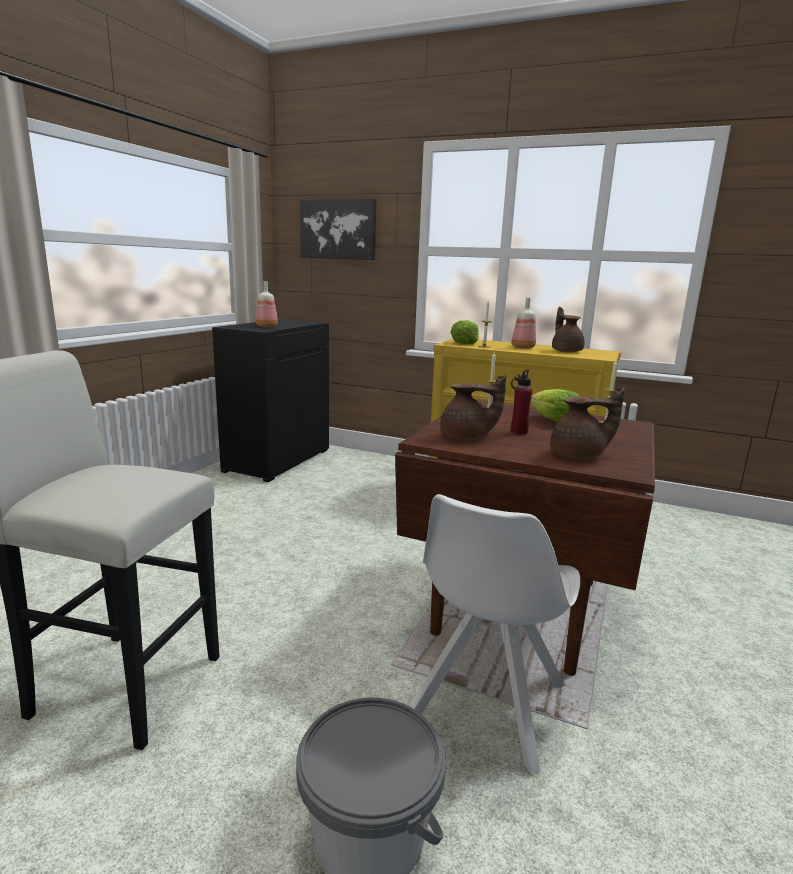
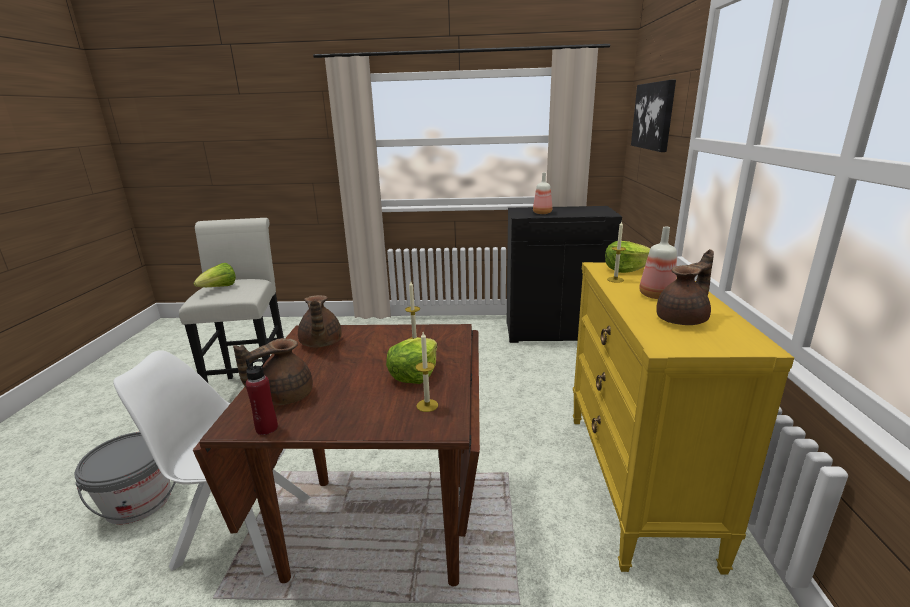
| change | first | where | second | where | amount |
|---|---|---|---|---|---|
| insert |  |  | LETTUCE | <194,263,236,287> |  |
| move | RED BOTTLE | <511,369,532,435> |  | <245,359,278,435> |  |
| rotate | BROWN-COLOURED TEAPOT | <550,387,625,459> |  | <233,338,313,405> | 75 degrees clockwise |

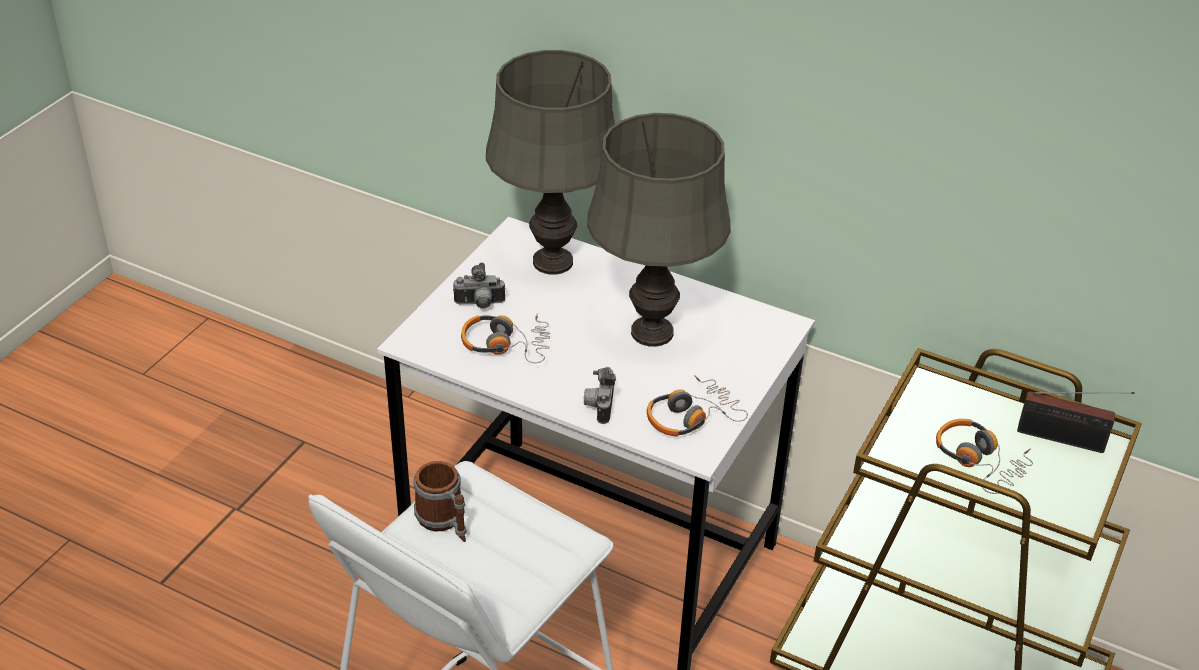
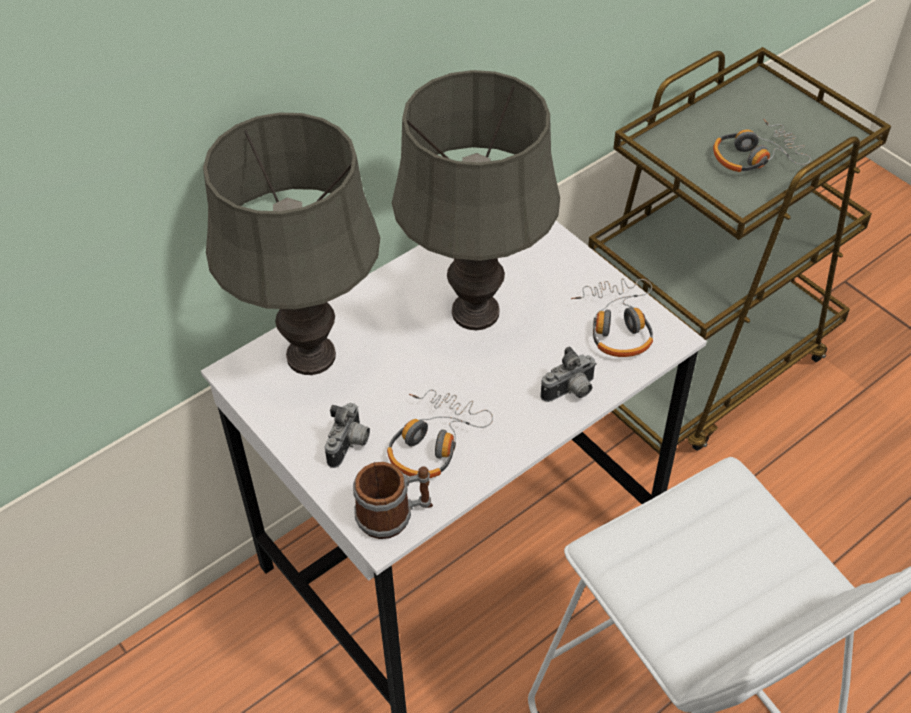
| change | first | where | second | where | amount |
|---|---|---|---|---|---|
| delete | RADIO RECEIVER | <1017,391,1135,453> |  |  |  |
| move | COFFEE MUG | <414,461,466,542> |  | <353,462,433,539> |  |
| rotate | PHOTO CAMERA | <584,367,616,424> |  | <540,346,597,402> | 60 degrees counterclockwise |

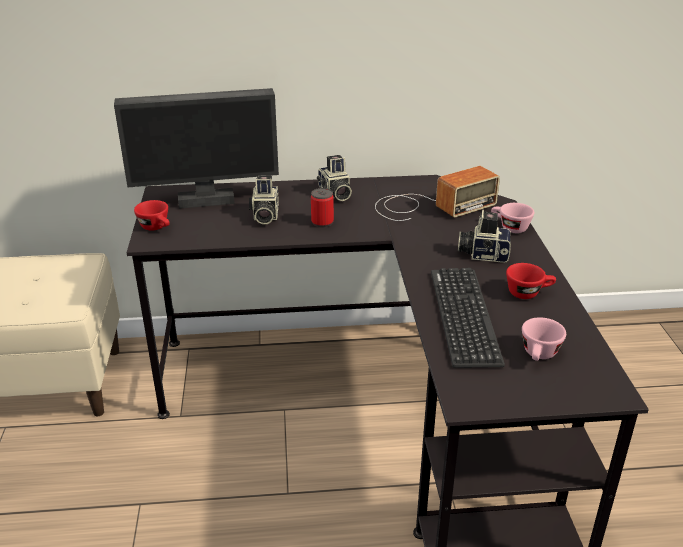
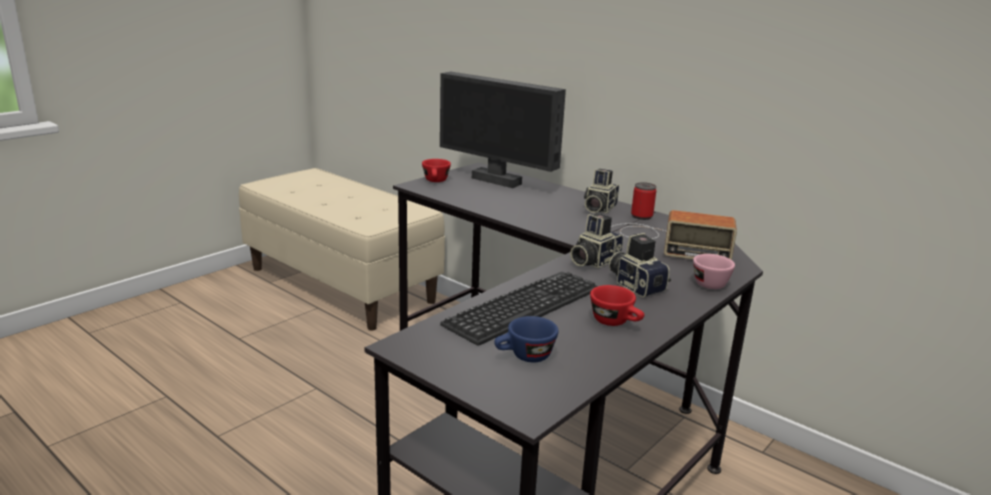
| change | first | where | second | where | amount |
|---|---|---|---|---|---|
| move | PHOTO CAMERA | <249,176,279,225> |  | <570,214,623,268> |  |
| move | CAN | <311,188,334,228> |  | <631,182,656,220> |  |
| recolor | PINKISH SMALL CUP | <522,317,566,361> | BLUISH SMALL CUP | <494,316,559,362> |  |

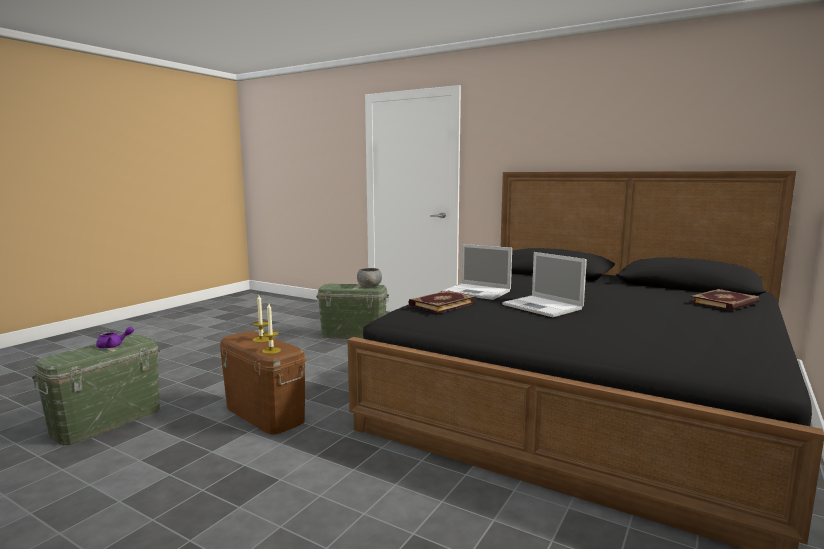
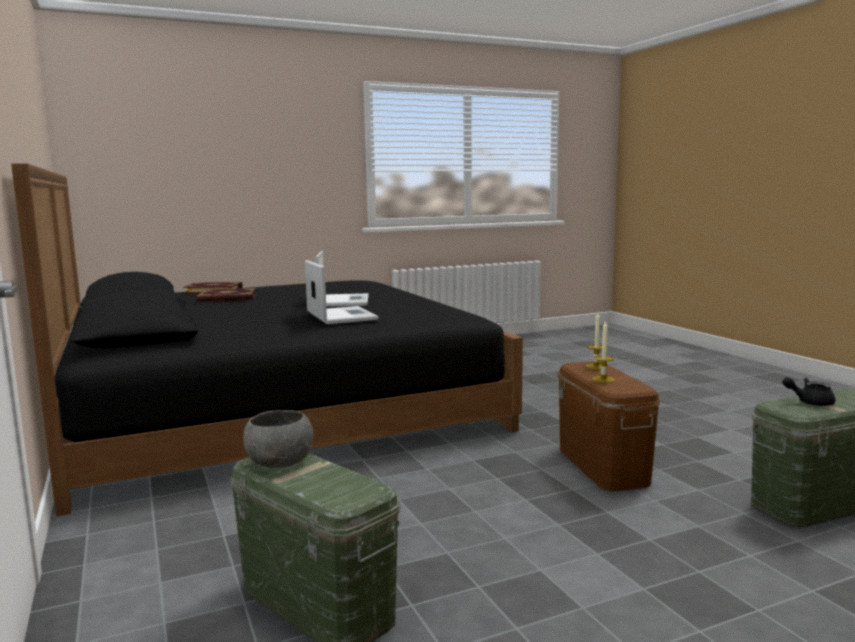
| change | first | where | second | where | amount |
|---|---|---|---|---|---|
| move | BOUND BOOK | <408,291,477,313> |  | <197,288,256,302> |  |
| recolor | PURPLE TEAPOT | <96,327,134,349> | BLACKISH TEAPOT | <782,377,835,406> |  |

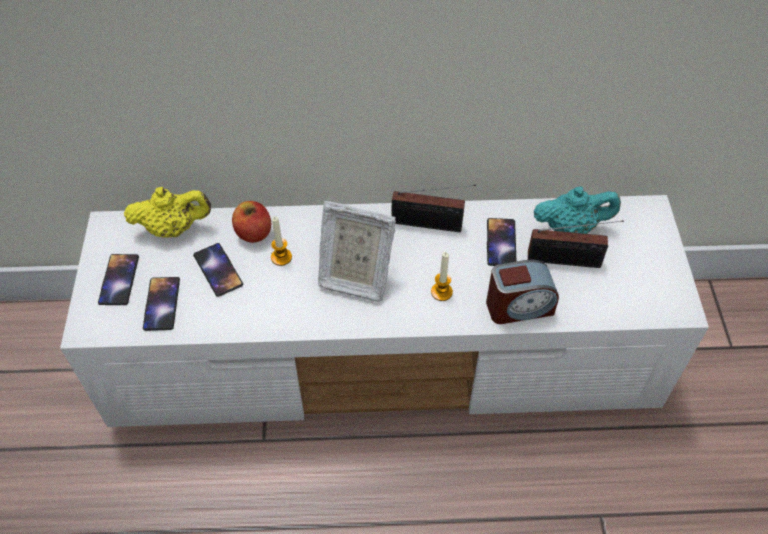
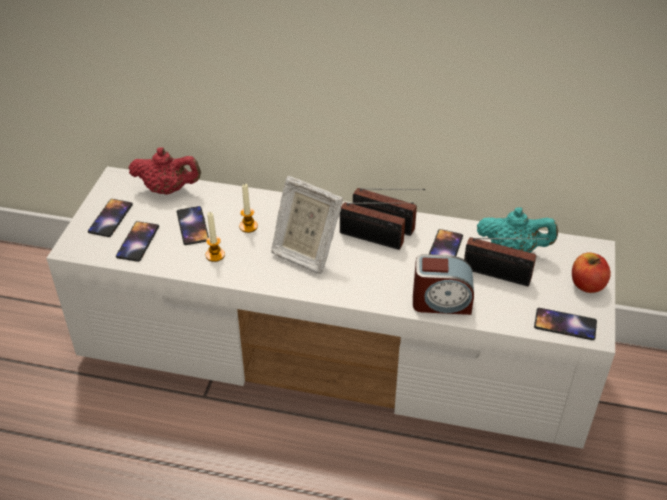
| change | first | where | second | where | amount |
|---|---|---|---|---|---|
| insert |  |  | RADIO RECEIVER | <340,202,414,250> |  |
| insert |  |  | TELEPHONE | <534,308,597,340> |  |
| move | WHOLE APPLE | <232,201,271,243> |  | <572,252,611,293> |  |
| move | WAX CANDLE | <431,252,453,301> |  | <206,212,225,262> |  |
| recolor | YELLOW TEAPOT | <123,187,211,237> | RED TEAPOT | <129,148,201,194> |  |

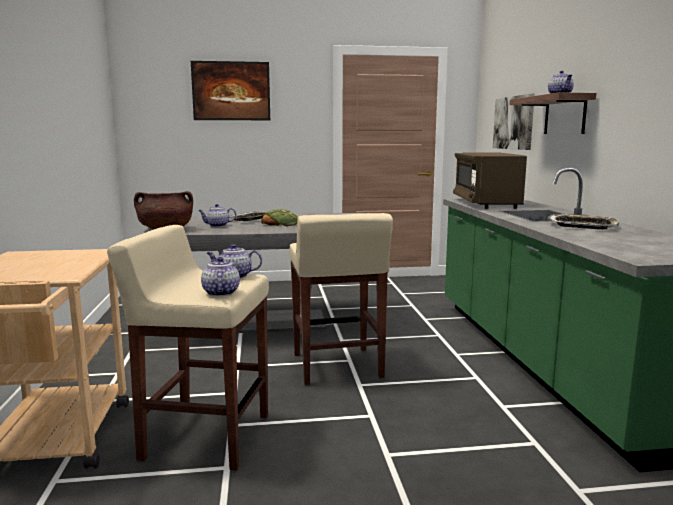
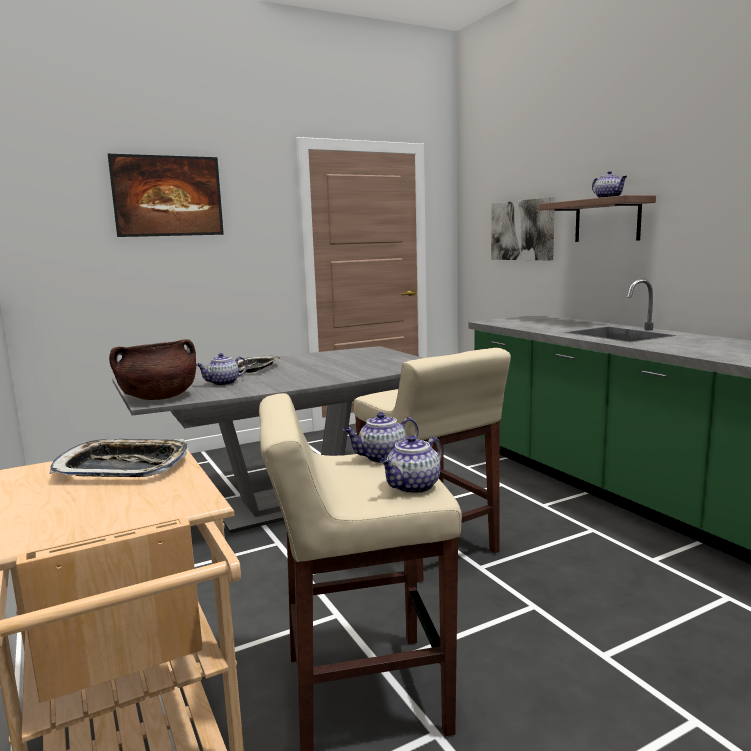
| change | first | where | second | where | amount |
|---|---|---|---|---|---|
| delete | BAKERY BREAD | <261,209,298,226> |  |  |  |
| delete | BROWN-COLOURED KITCHEN MICROWAVE | <453,153,527,209> |  |  |  |
| move | SERVING TRAY | <547,214,620,230> |  | <50,439,189,477> |  |
| rotate | TEAPOT | <201,257,240,296> |  | <380,435,443,494> | 105 degrees counterclockwise |

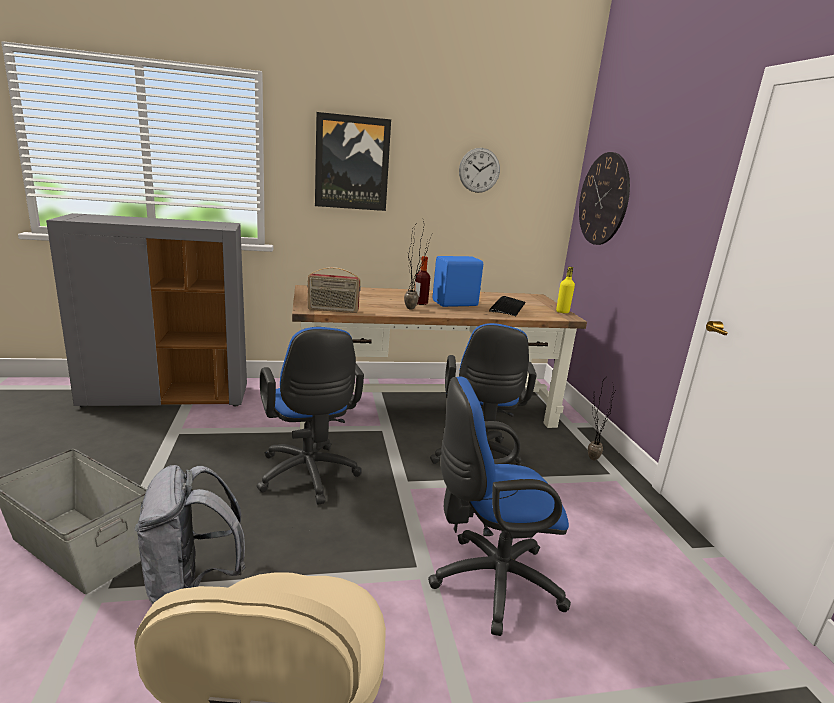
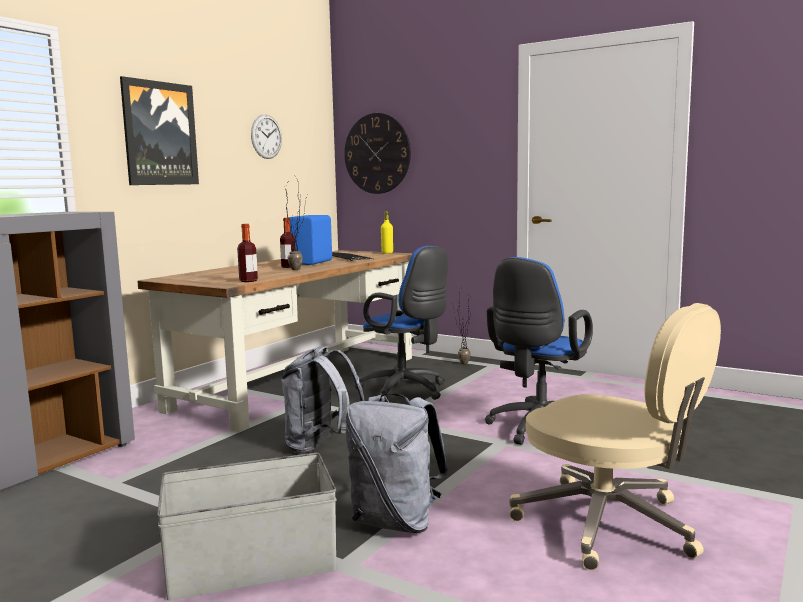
| change | first | where | second | where | amount |
|---|---|---|---|---|---|
| replace | BLUISH COMPUTER CHAIR | <256,327,364,505> | GREYISH KNAPSACK | <281,346,364,453> |  |
| replace | RADIO RECEIVER | <308,267,361,313> | BOTTLE | <237,224,258,282> |  |

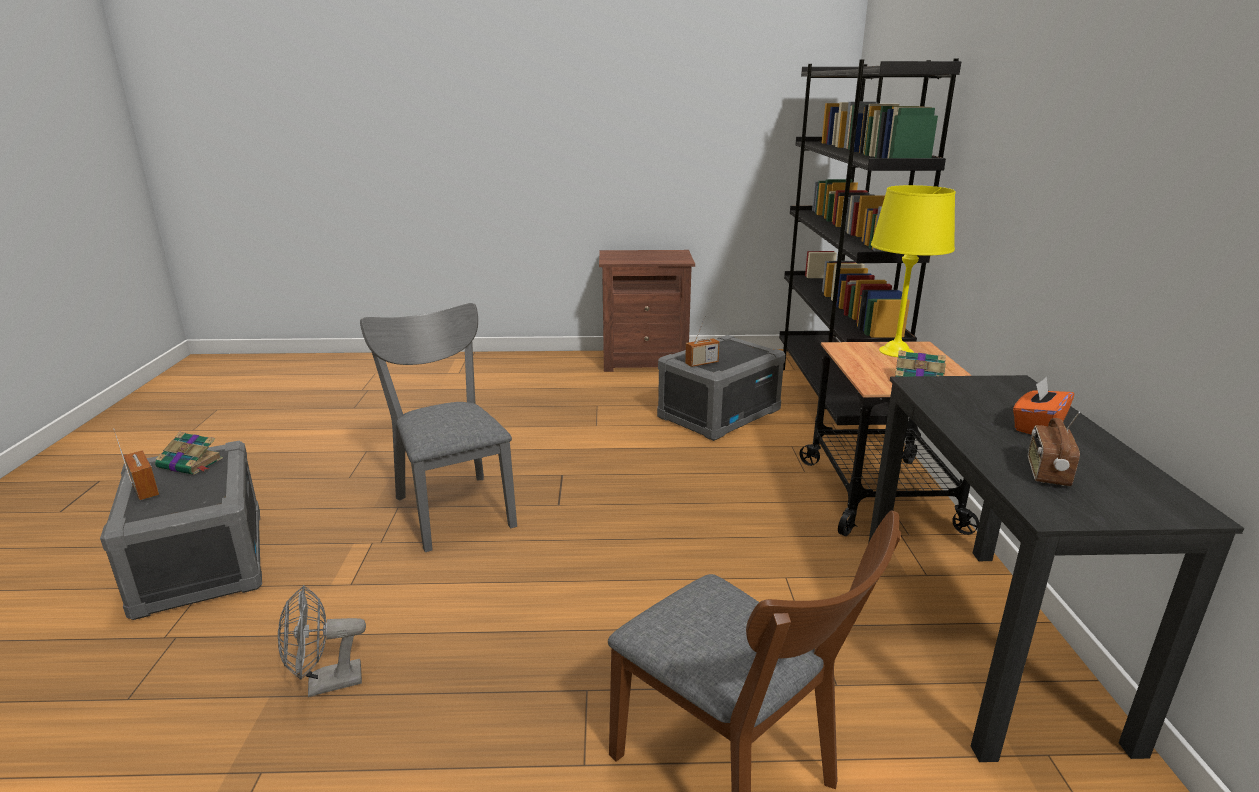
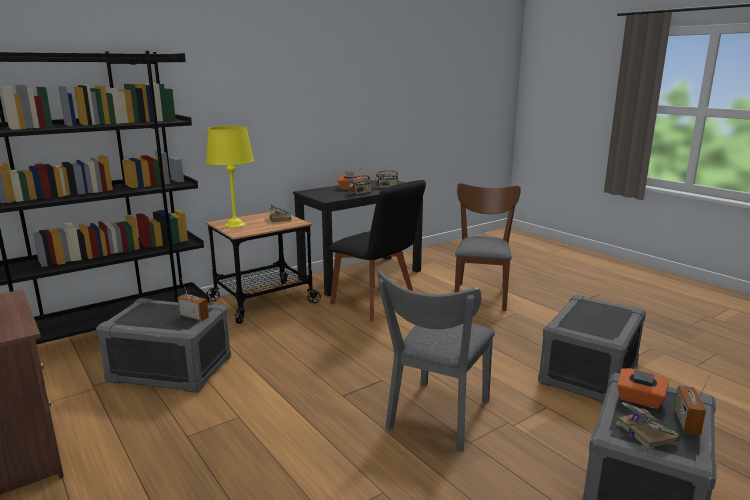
| change | first | where | second | where | amount |
|---|---|---|---|---|---|
| insert |  |  | BLACKISH UPRIGHT CHAIR | <328,180,426,322> |  |
| insert |  |  | RADIO RECEIVER | <349,169,372,195> |  |
| insert |  |  | ORANGE TISSUE HOLDER | <617,368,669,409> |  |
| replace | GREYISH FAN | <278,585,366,697> | GREYISH STORAGE CONTAINER | <538,294,646,402> |  |

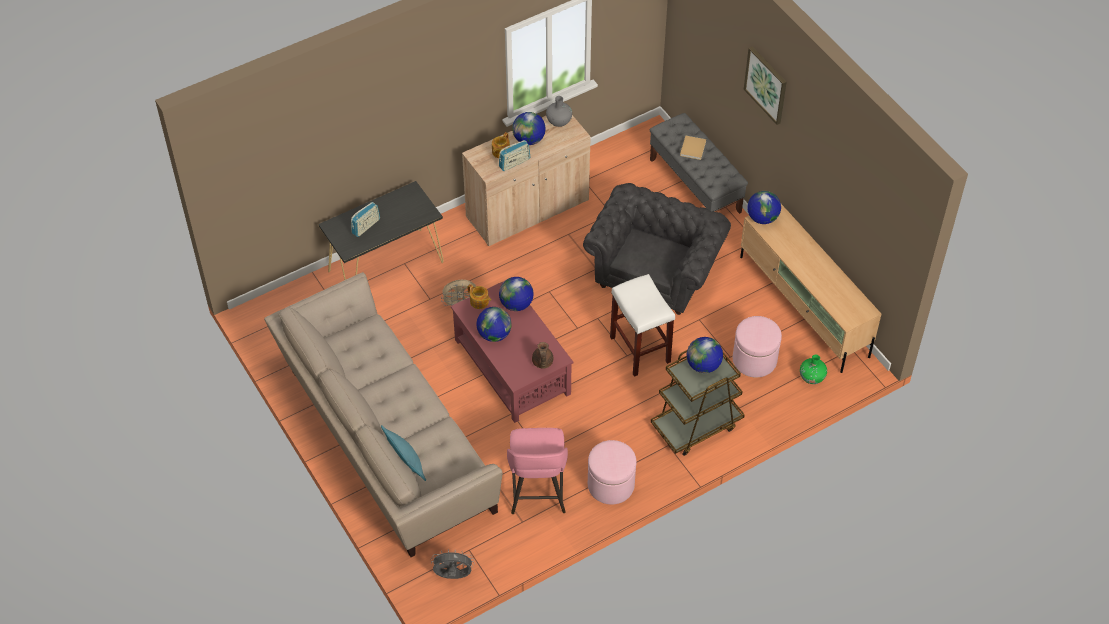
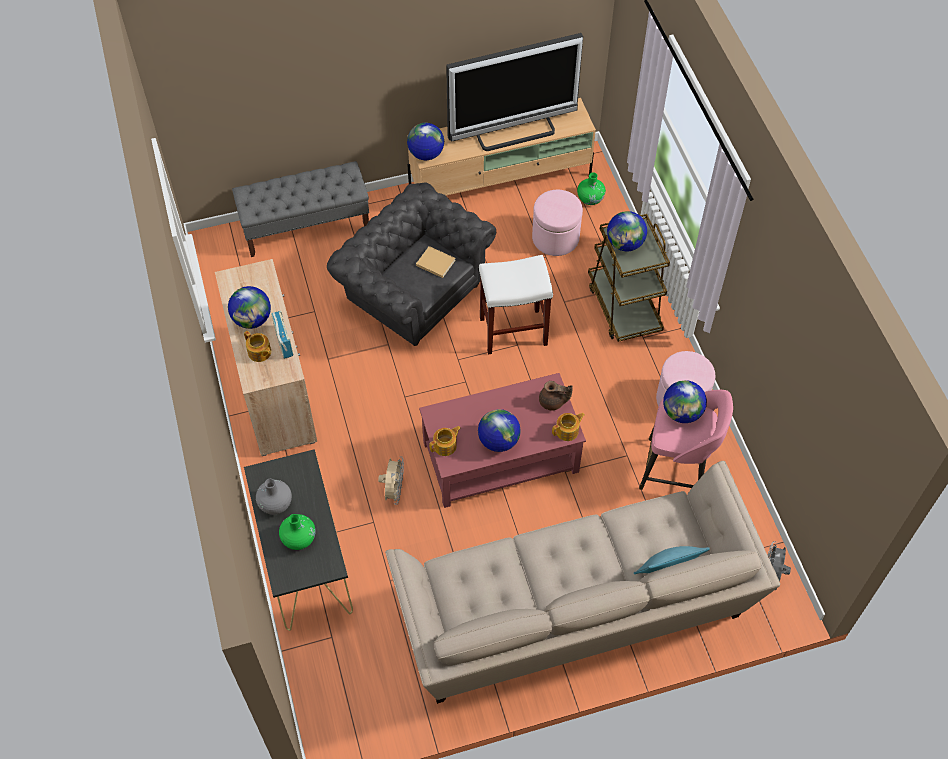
| change | first | where | second | where | amount |
|---|---|---|---|---|---|
| delete | WALL PICTURE | <744,47,787,125> |  |  |  |
| insert |  |  | TELEVISION | <446,33,583,151> |  |
| insert |  |  | TEAPOT | <552,413,585,441> |  |
| move | DESK GLOBE | <499,277,534,311> |  | <663,380,707,423> |  |
| move | GREYISH VASE | <546,96,572,127> |  | <256,479,292,515> |  |
| move | BEIGE-COLOURED BOUND BOOK | <680,136,706,160> |  | <416,246,456,278> |  |
| replace | RADIO RECEIVER | <351,202,380,237> | GREEN-COLOURED VASE | <279,514,316,550> |  |

